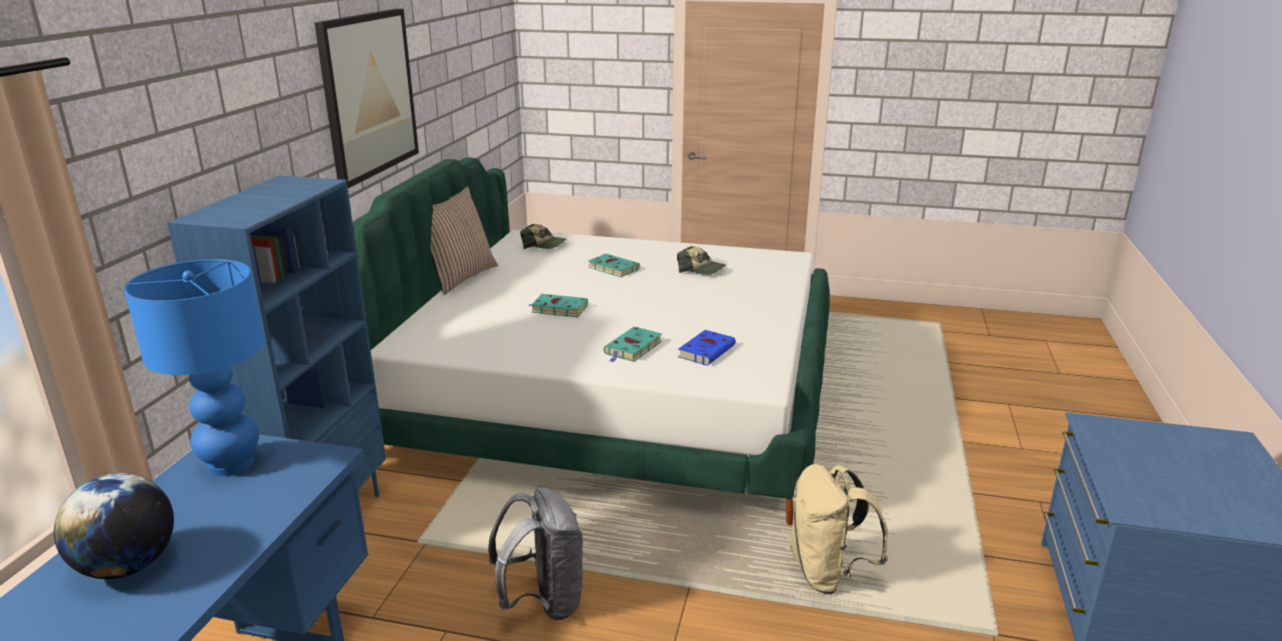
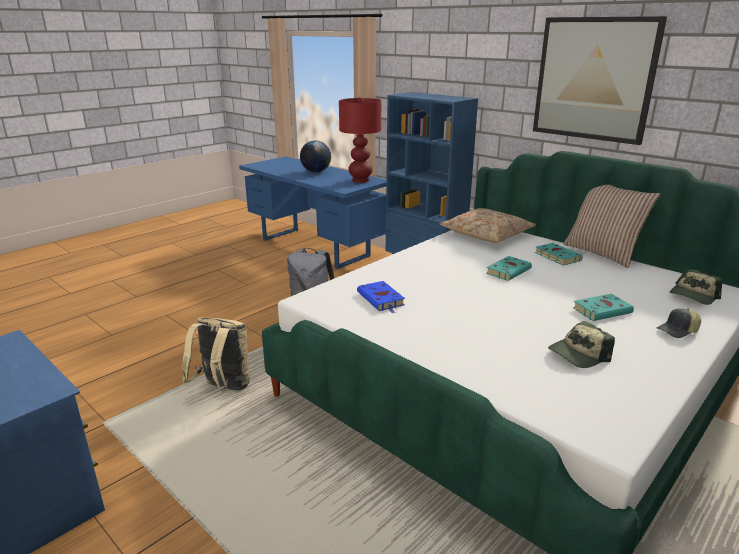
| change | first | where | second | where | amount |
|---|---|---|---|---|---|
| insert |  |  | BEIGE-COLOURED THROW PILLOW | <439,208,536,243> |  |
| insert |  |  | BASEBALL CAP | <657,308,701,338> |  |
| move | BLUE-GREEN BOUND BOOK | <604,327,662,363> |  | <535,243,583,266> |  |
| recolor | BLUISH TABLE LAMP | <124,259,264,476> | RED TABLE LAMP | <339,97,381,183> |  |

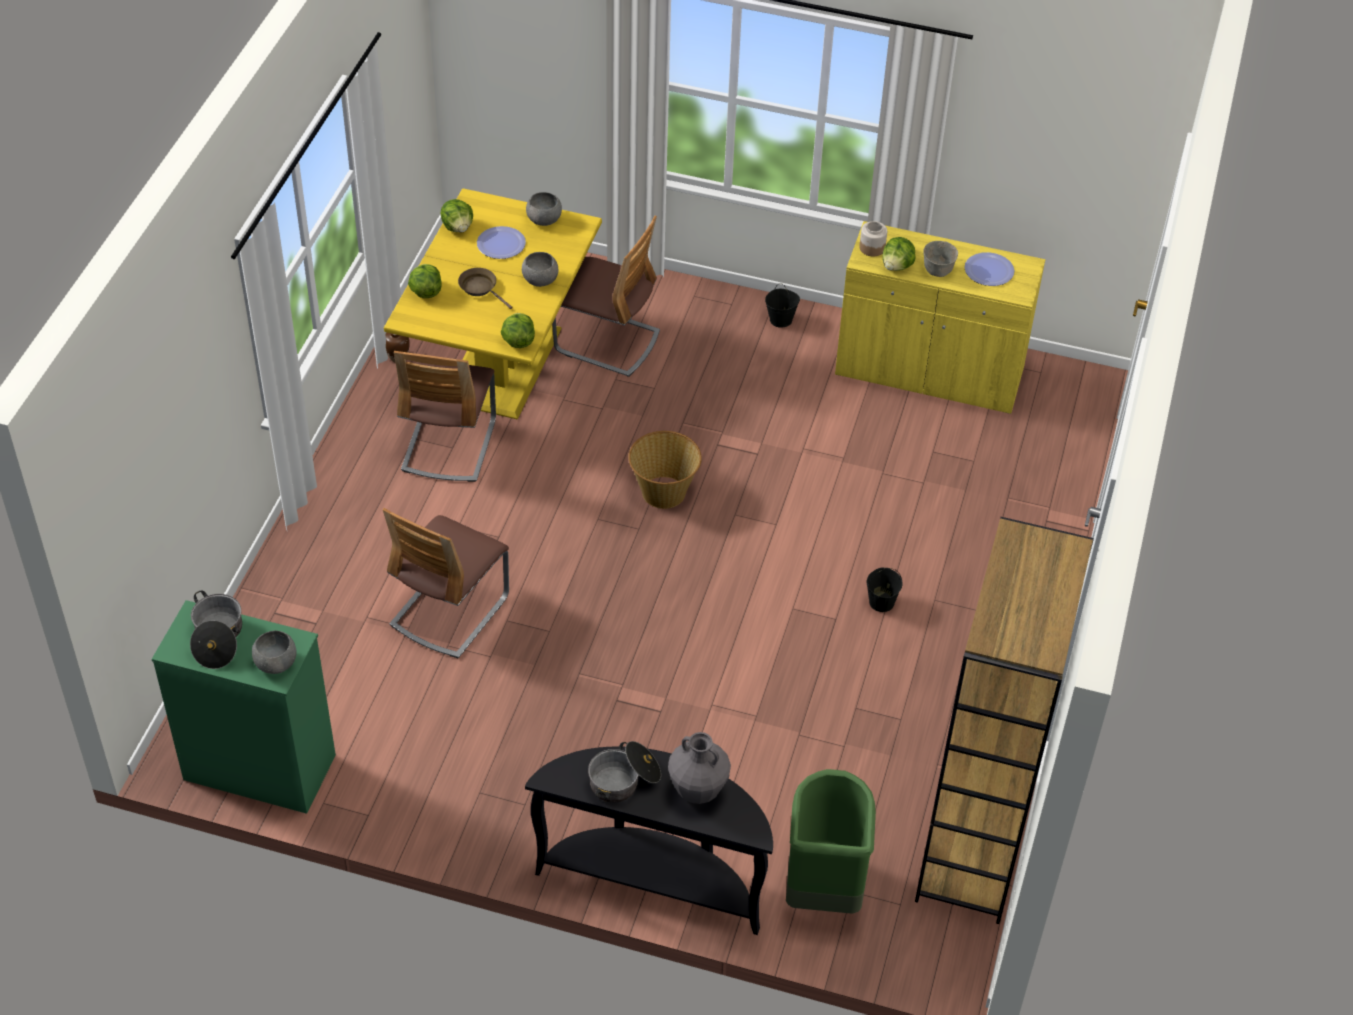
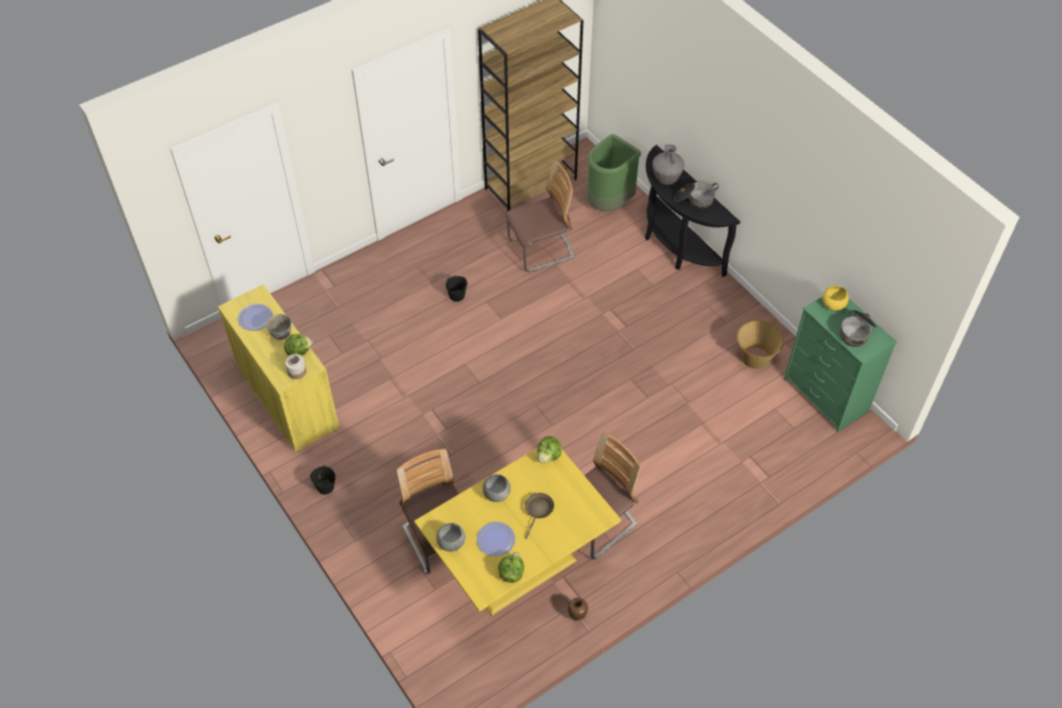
| change | first | where | second | where | amount |
|---|---|---|---|---|---|
| delete | LETTUCE | <408,264,442,298> |  |  |  |
| move | UPRIGHT CHAIR | <383,508,509,658> |  | <505,160,574,272> |  |
| move | BASKET | <628,431,702,509> |  | <737,320,784,369> |  |
| recolor | GREYISH BOWL | <252,630,297,674> | YELLOW BOWL | <822,286,849,311> |  |
| rotate | BROWN-COLOURED PAN | <458,268,512,309> |  | <525,493,554,539> | 150 degrees counterclockwise |

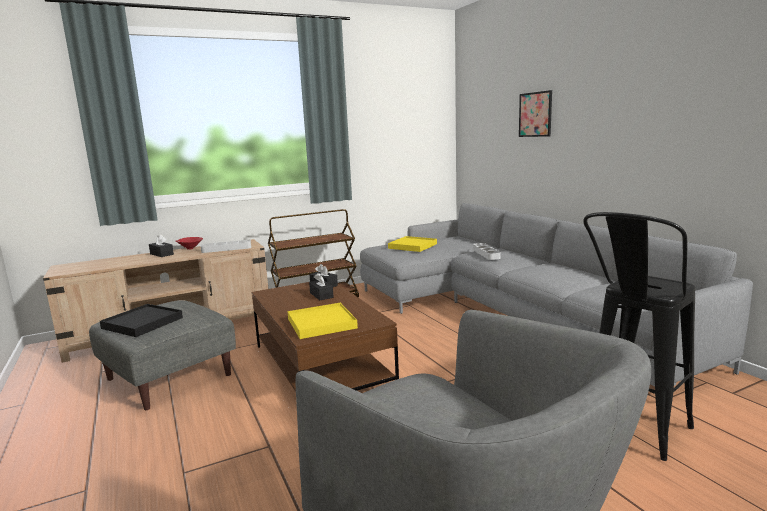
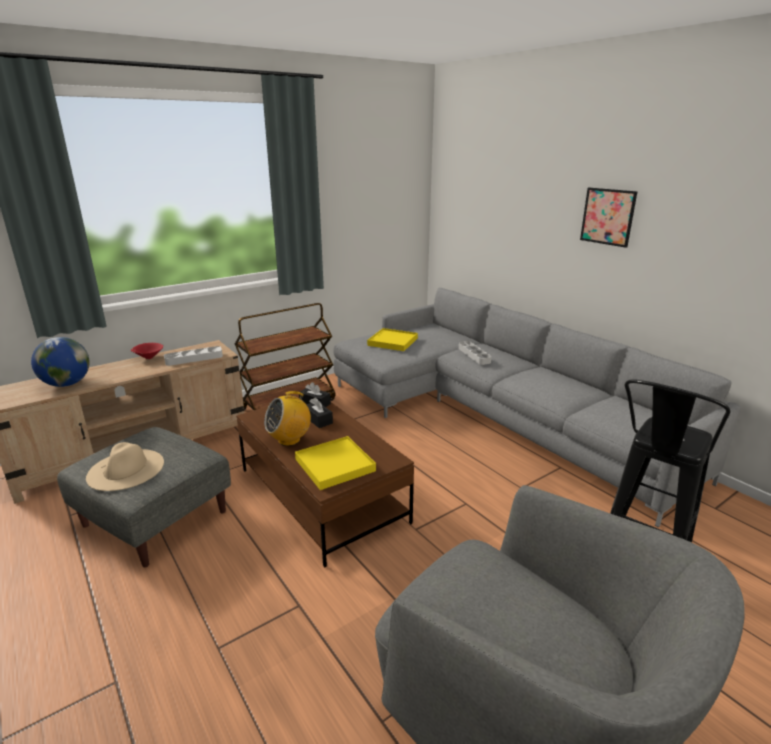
| change | first | where | second | where | amount |
|---|---|---|---|---|---|
| delete | BLACKISH TISSUE HOLDER | <149,234,174,257> |  |  |  |
| insert |  |  | DESK GLOBE | <31,337,90,387> |  |
| insert |  |  | RADIO RECEIVER | <264,391,311,446> |  |
| move | WALL PICTURE | <519,90,552,137> |  | <580,188,638,248> |  |
| replace | BLACKISH SERVING TRAY | <100,304,183,337> | BEIGE-COLOURED HAT | <86,442,164,491> |  |

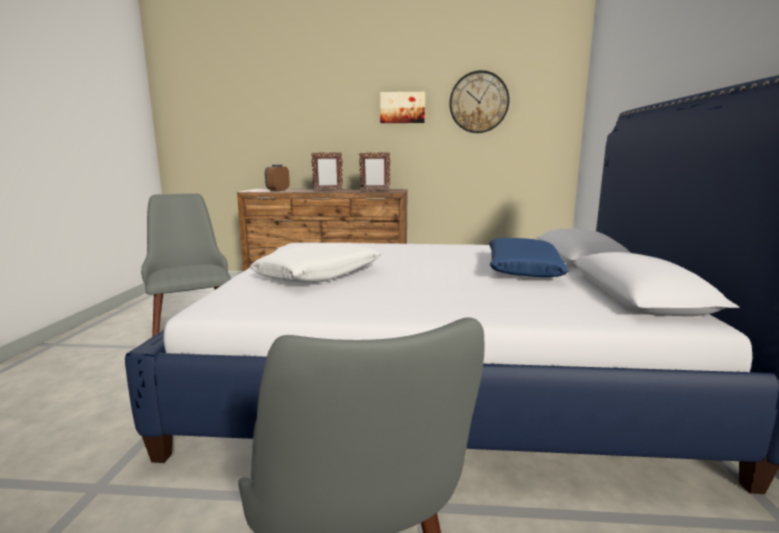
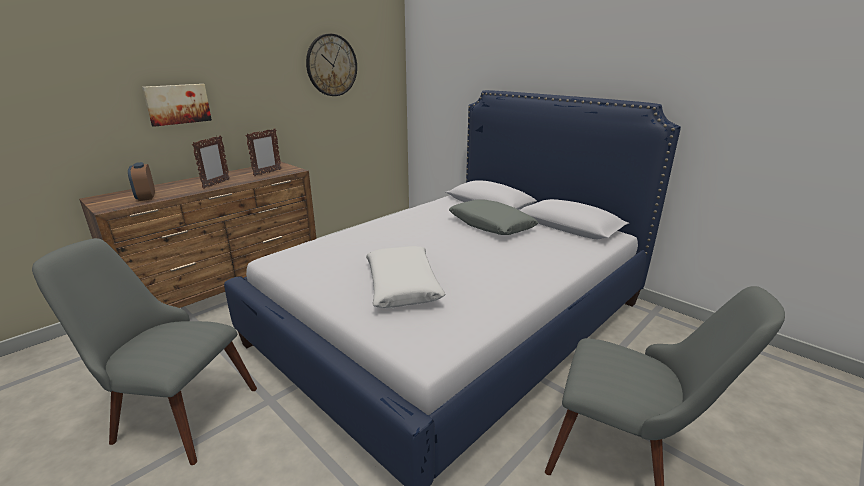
| change | first | where | second | where | amount |
|---|---|---|---|---|---|
| move | WALL PICTURE | <380,92,425,123> |  | <142,84,212,127> |  |
| recolor | BLUISH THROW PILLOW | <489,238,569,277> | GREYISH THROW PILLOW | <449,199,538,235> |  |

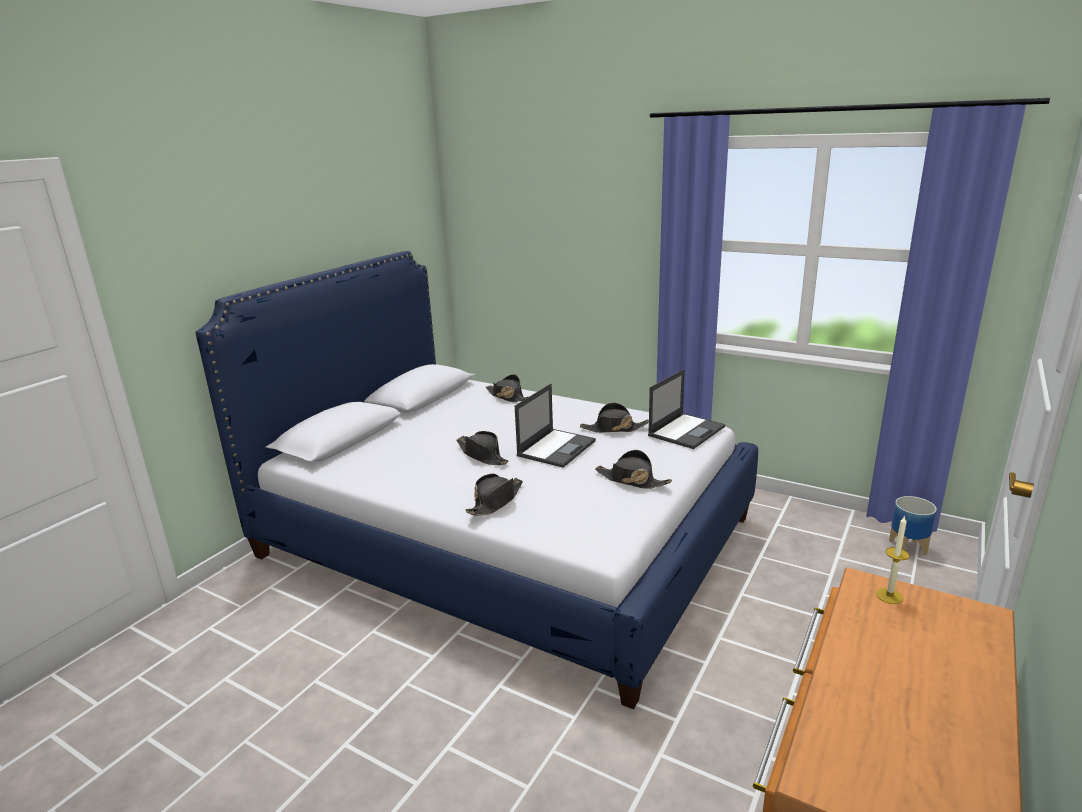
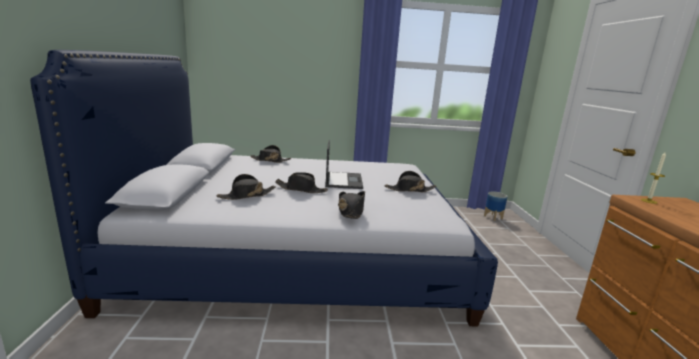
| change | first | where | second | where | amount |
|---|---|---|---|---|---|
| delete | NOTEBOOK COMPUTER | <648,369,725,449> |  |  |  |
| move | BLACKISH HAT | <580,402,649,433> |  | <217,174,276,200> |  |

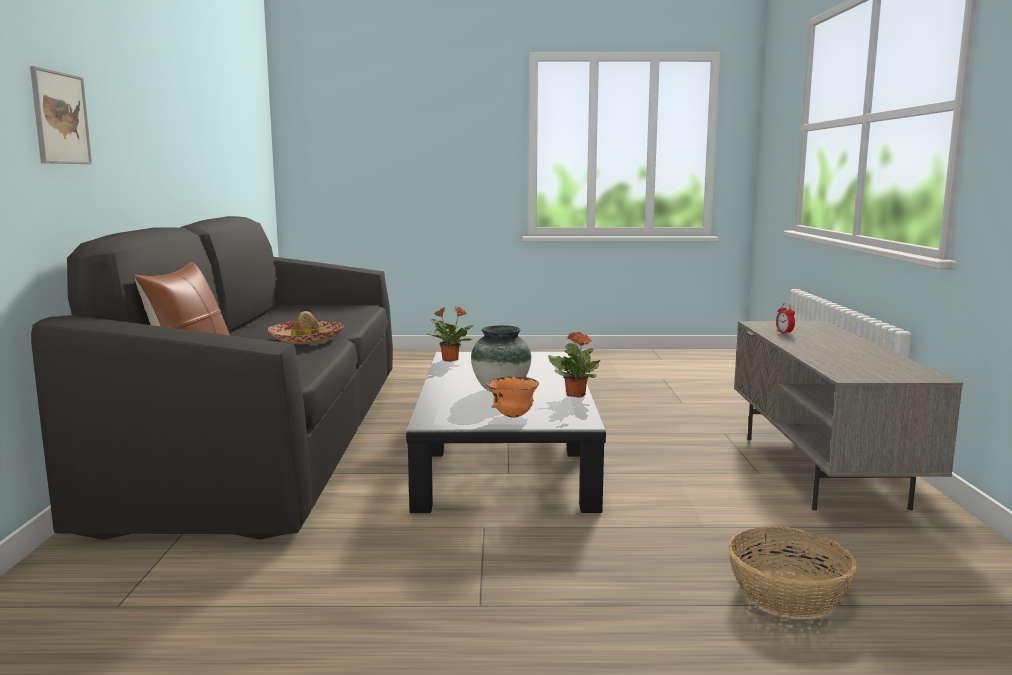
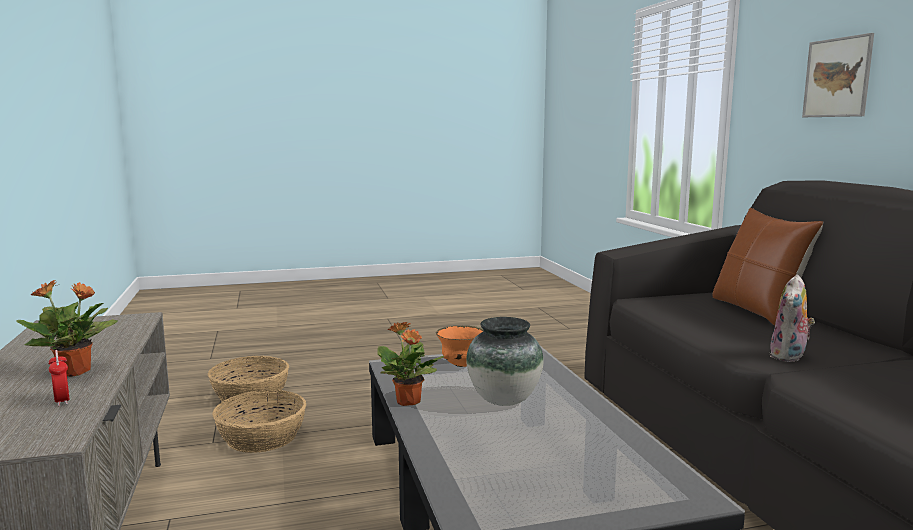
| change | first | where | second | where | amount |
|---|---|---|---|---|---|
| insert |  |  | BASKET | <212,390,306,453> |  |
| move | POTTED PLANT | <427,307,474,362> |  | <16,280,118,377> |  |
| replace | HAT | <268,311,344,344> | SOFT TOY | <770,275,815,362> |  |

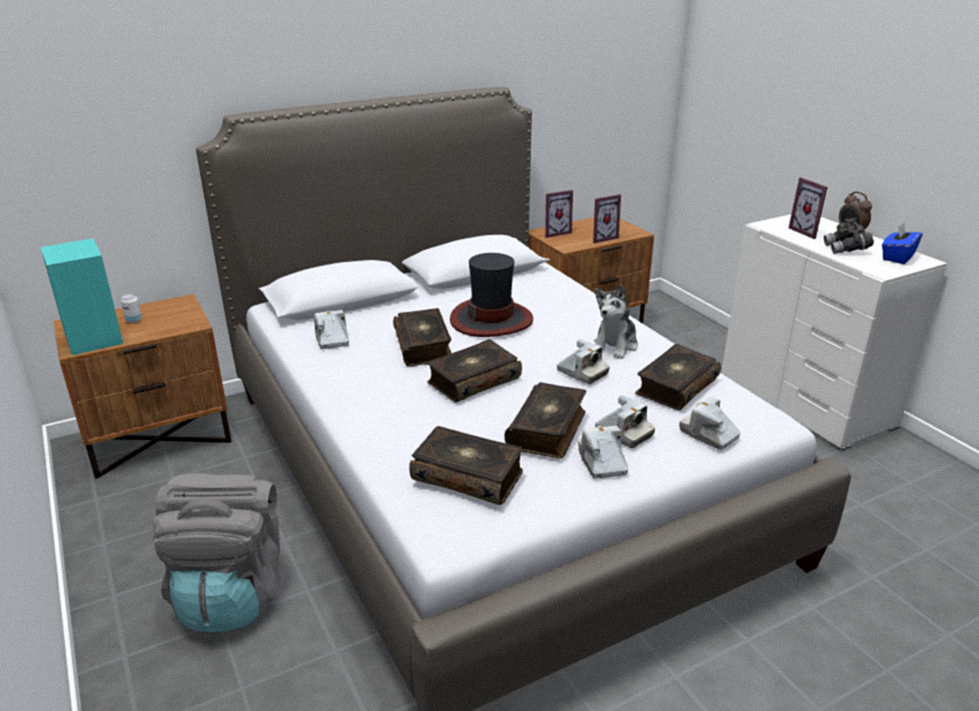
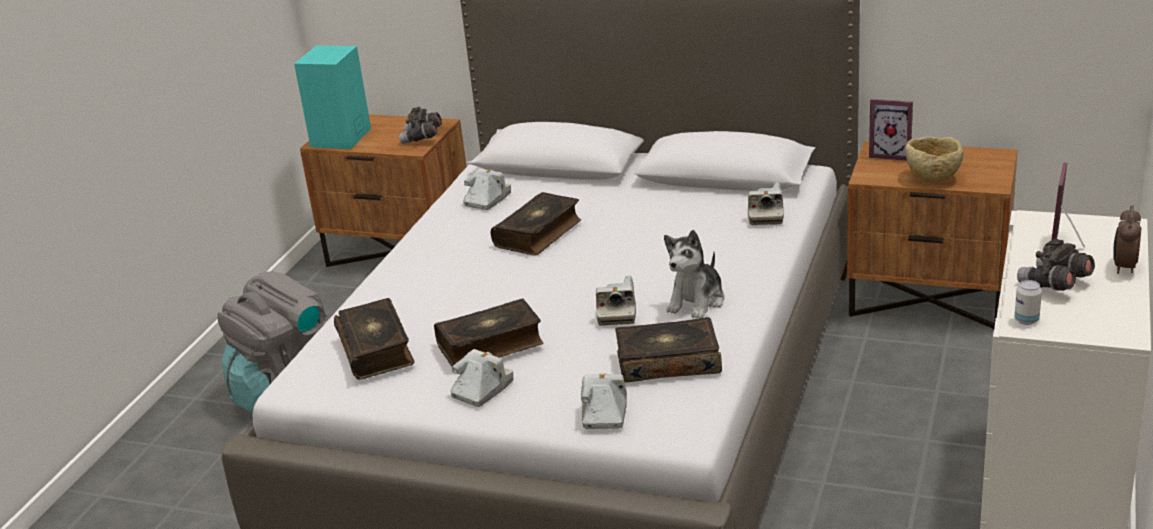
| change | first | where | second | where | amount |
|---|---|---|---|---|---|
| delete | BOUND BOOK | <427,339,522,403> |  |  |  |
| delete | HAT | <450,253,533,337> |  |  |  |
| delete | BLUISH TISSUE HOLDER | <882,222,922,264> |  |  |  |
| insert |  |  | GREYISH PAIR OF BINOCULARS | <399,107,442,144> |  |
| move | CAN | <121,294,142,323> |  | <1014,280,1042,325> |  |
| move | PHOTO CAMERA | <595,395,655,448> |  | <748,182,784,225> |  |
| replace | STANDING FRAME | <593,194,621,243> | BEIGE-COLOURED BOWL | <905,136,964,183> |  |
| rotate | SOFT TOY | <594,285,638,359> |  | <664,230,725,319> | 45 degrees counterclockwise |

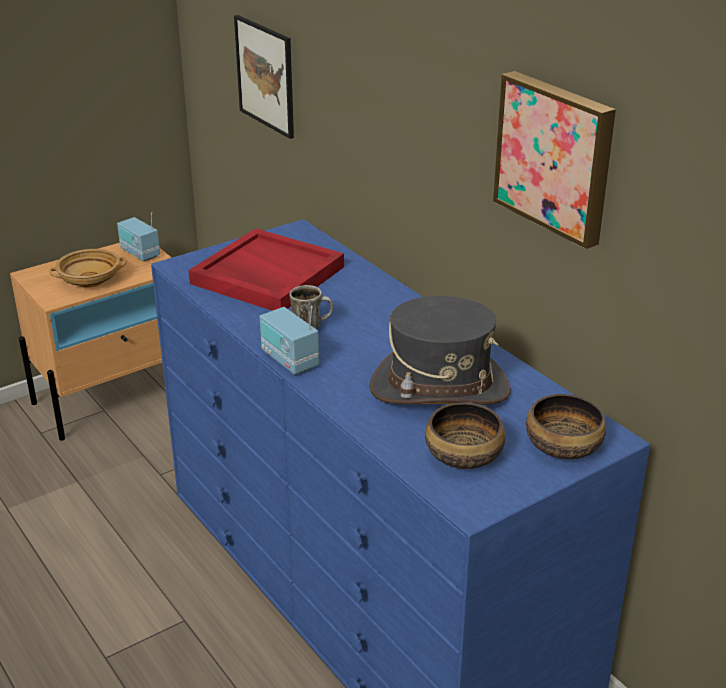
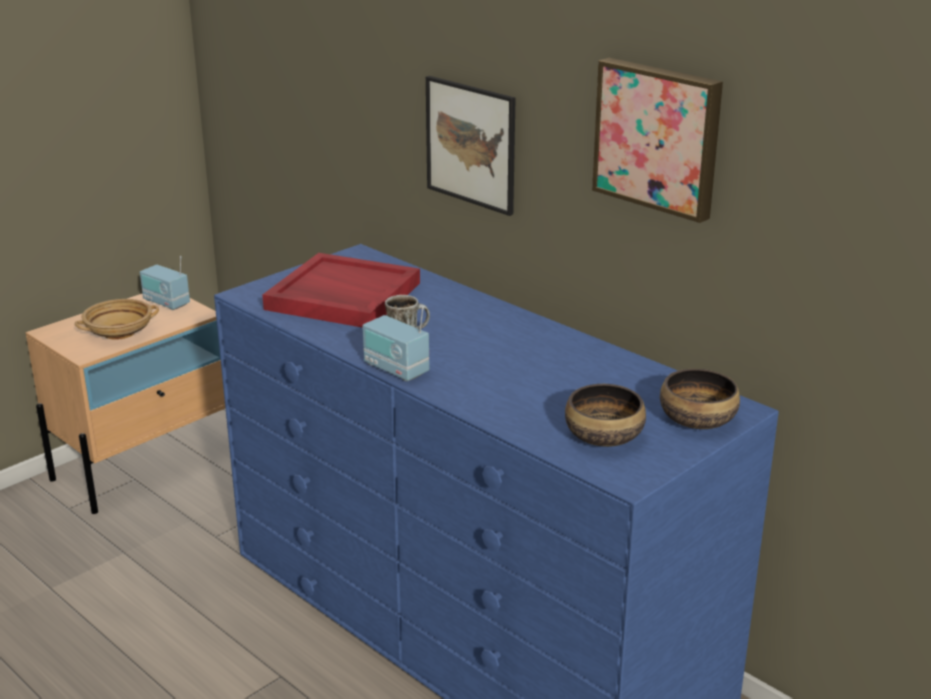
| change | first | where | second | where | amount |
|---|---|---|---|---|---|
| delete | GREYISH HAT | <369,296,511,405> |  |  |  |
| move | WALL PICTURE | <234,15,294,139> |  | <426,76,516,216> |  |

